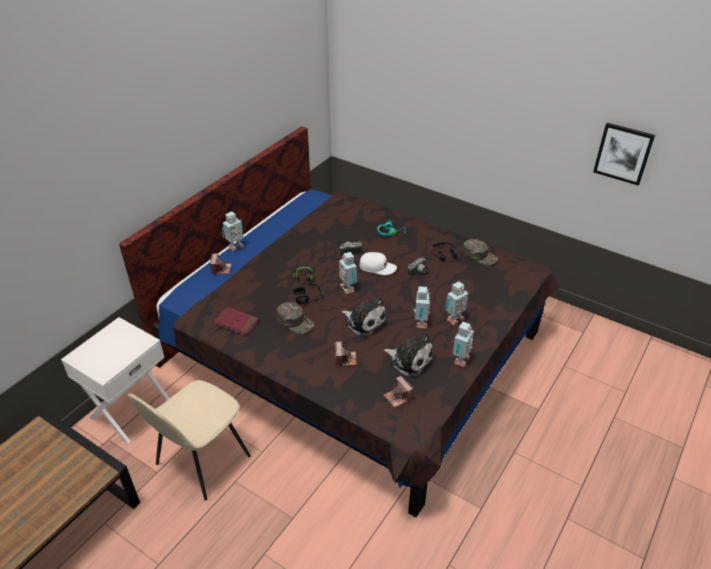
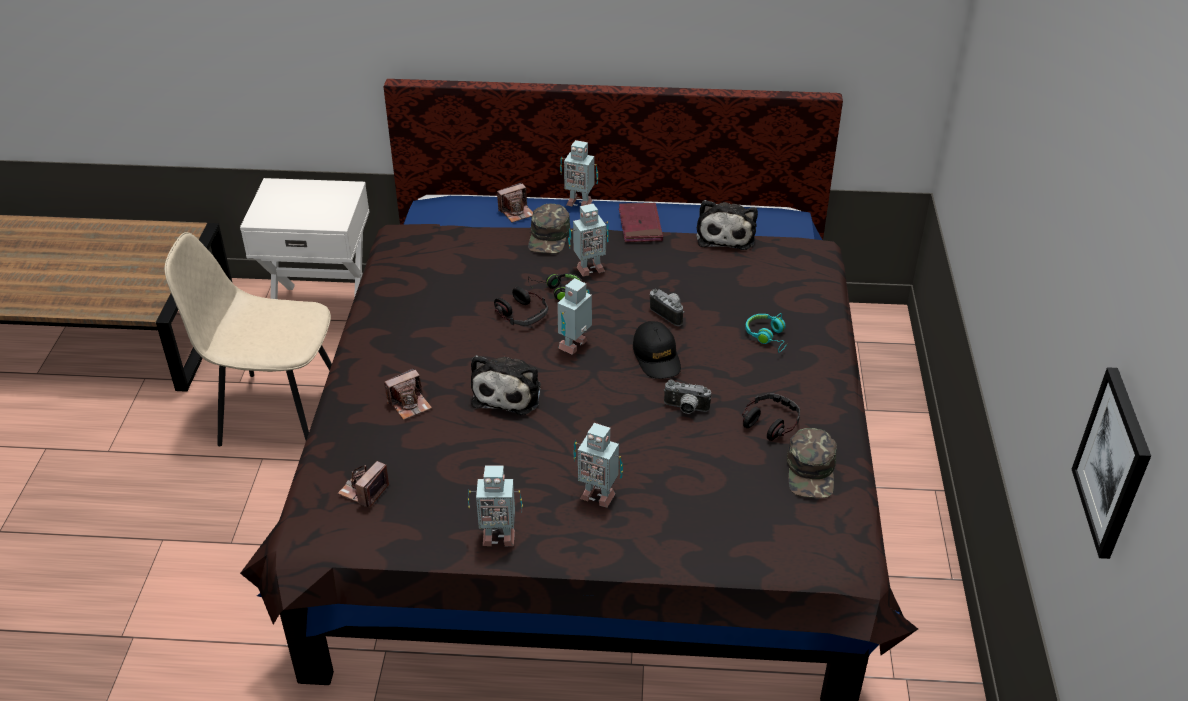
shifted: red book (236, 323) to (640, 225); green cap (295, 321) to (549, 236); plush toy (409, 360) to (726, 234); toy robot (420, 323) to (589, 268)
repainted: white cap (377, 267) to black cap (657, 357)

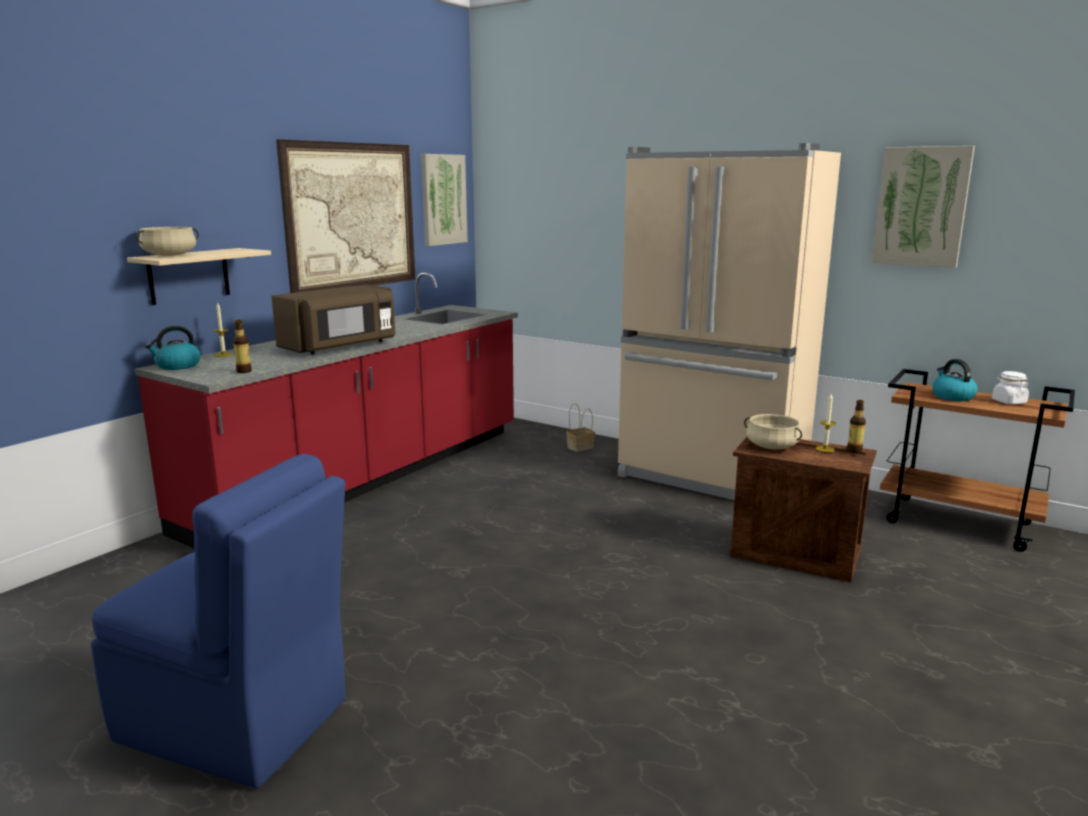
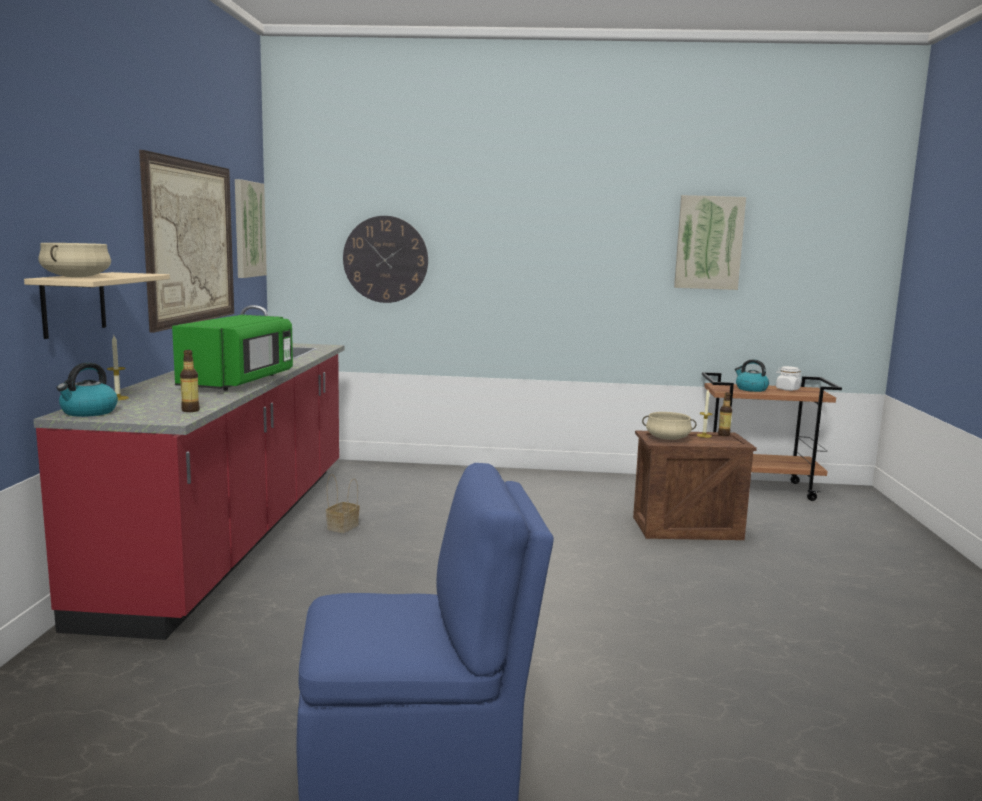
gone: beige fridge (711, 478)
new: wall clock (385, 259)
shifted: basket (580, 447) to (343, 526)
repainted: brown microwave (340, 346) to green microwave (239, 382)

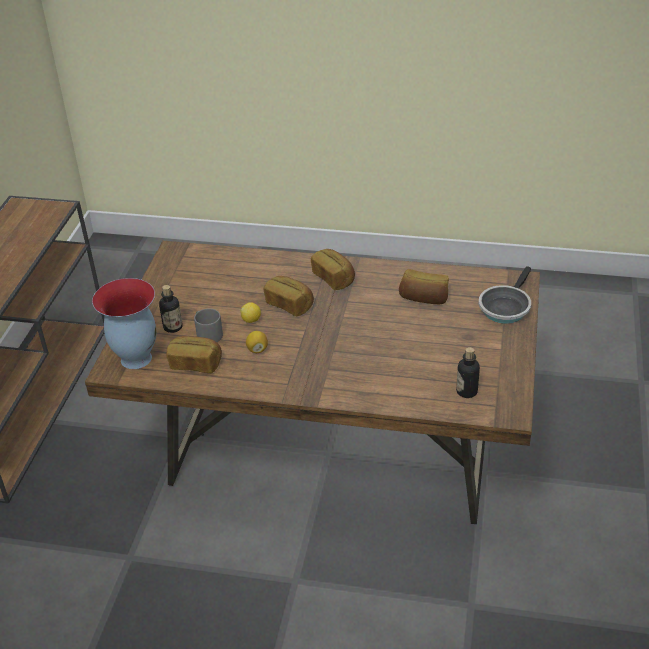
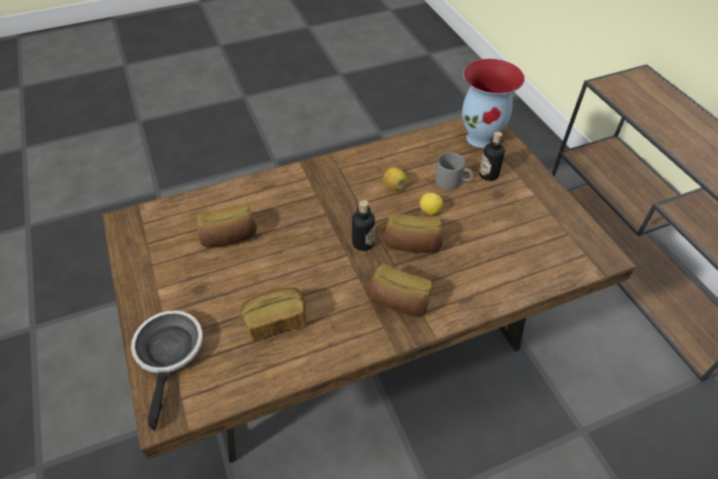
shifted: bread (195, 364) to (229, 237); bottle (466, 391) to (363, 243)

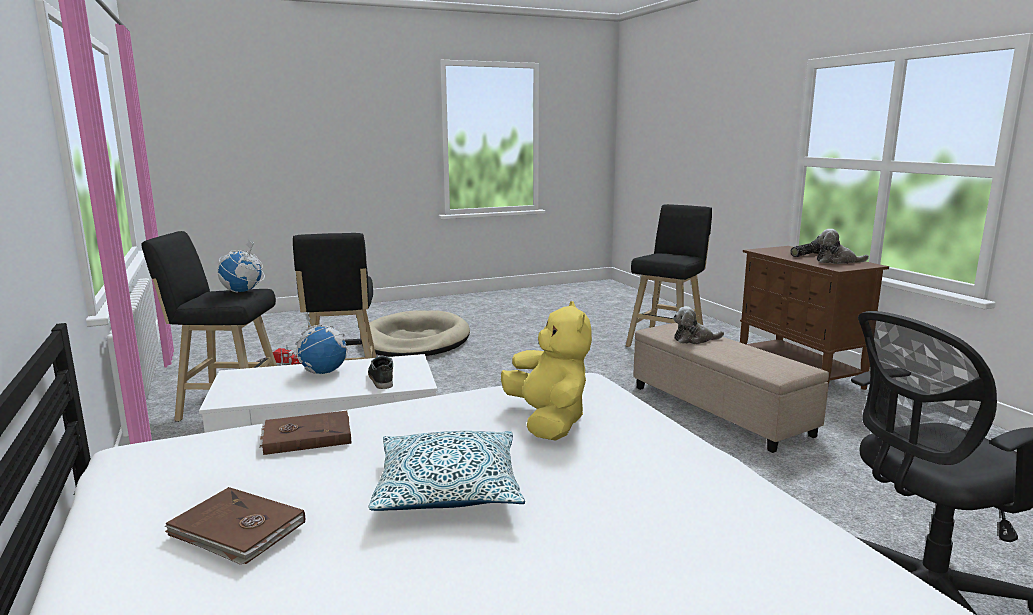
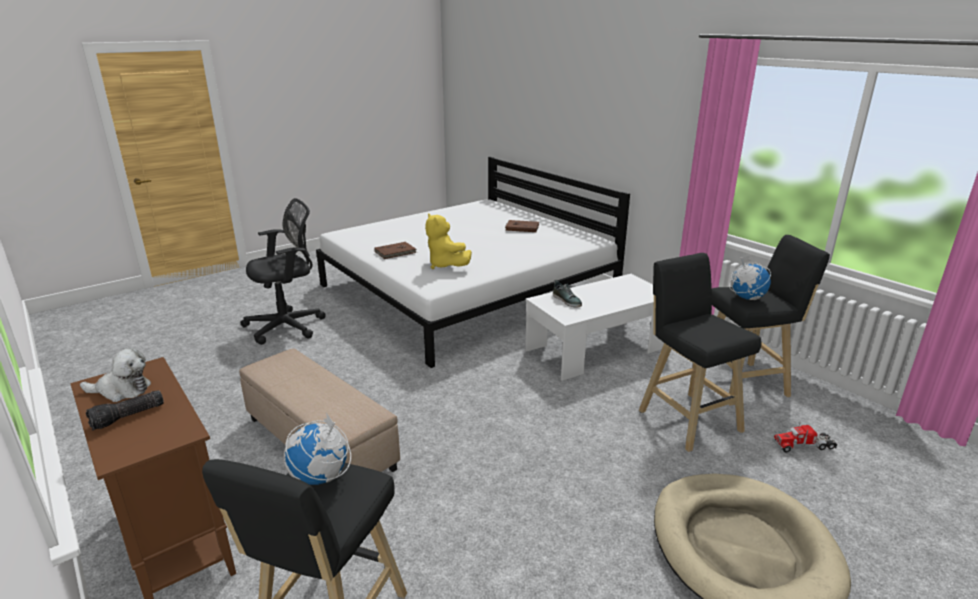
gone: pillow (448, 488); plush toy (694, 340)
shifted: brown book (306, 436) to (396, 252); globe (323, 372) to (320, 478)

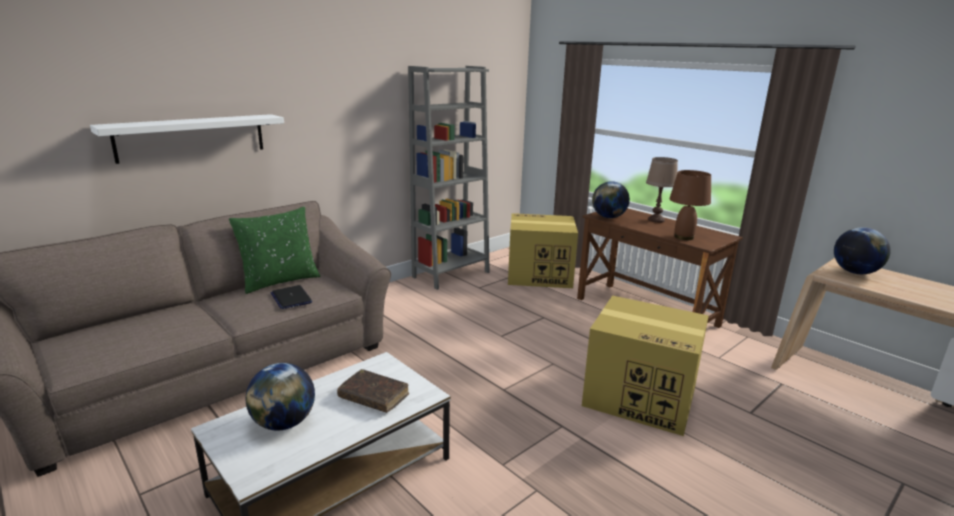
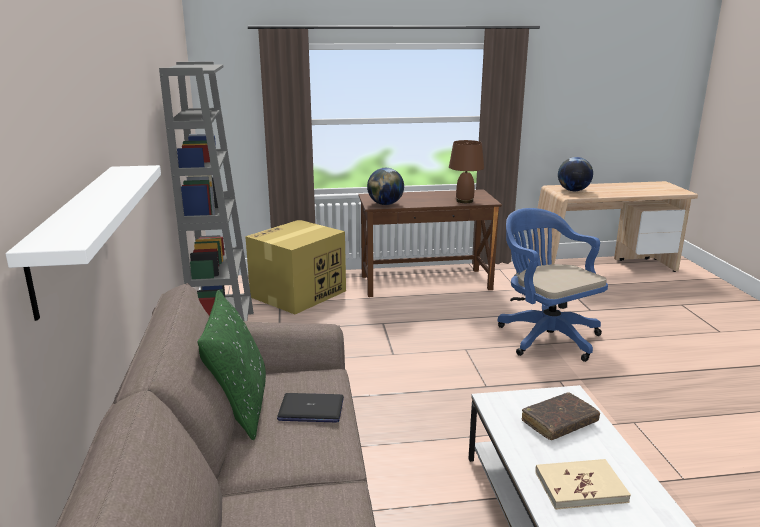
gone: brown table lamp (656, 220)
swapped: globe (284, 423) to beige book (580, 486); cardboard box (641, 397) to blue office chair (545, 336)

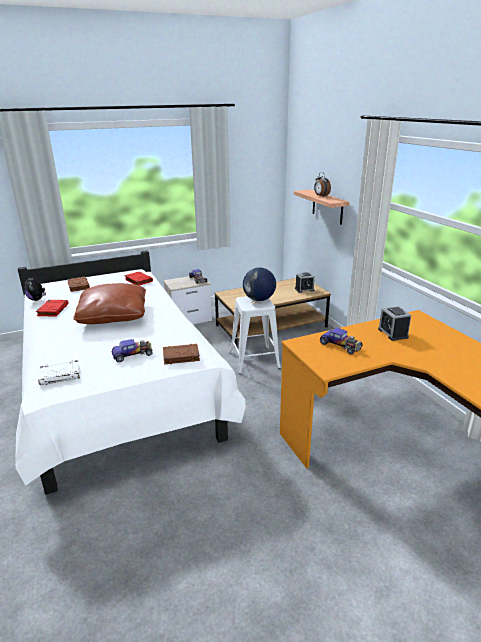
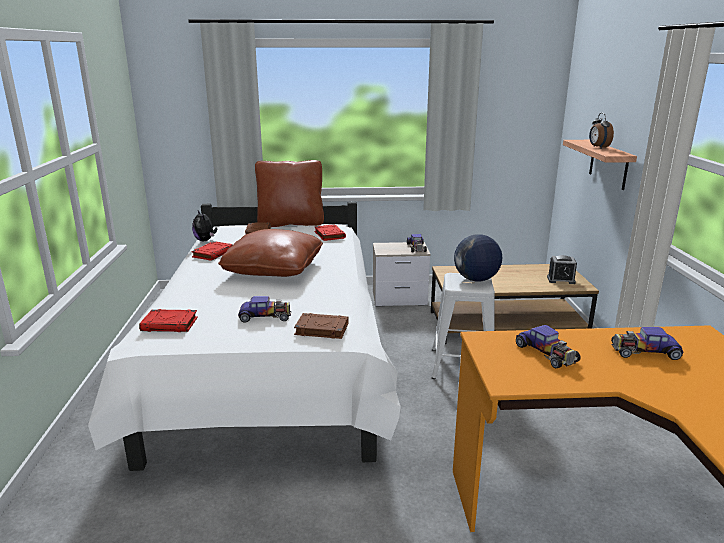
new: brown pillow (291, 223)
swapped: alarm clock (392, 333) to toy car (644, 351)
repainted: white book (60, 375) to red book (170, 324)

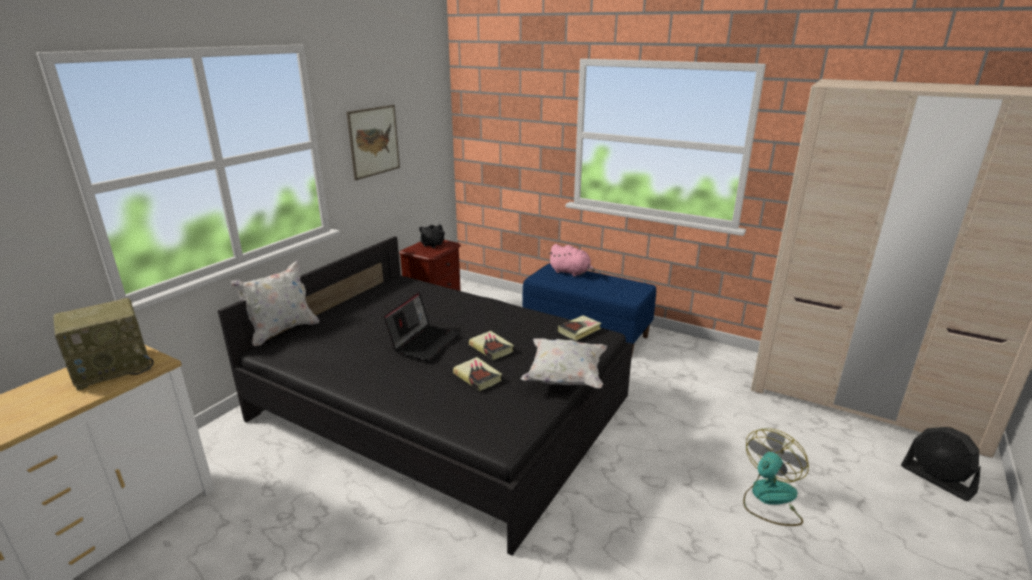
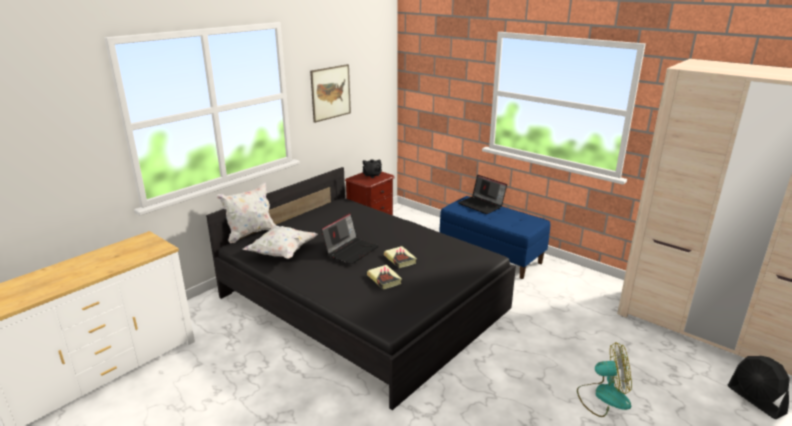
gone: radio (114, 368); book (579, 330)
shifted: white pillow (565, 377) to (282, 253)
swapped: pink plush toy (571, 272) to laptop (482, 205)
rotated: fan (769, 499) = (603, 396) 45 degrees clockwise

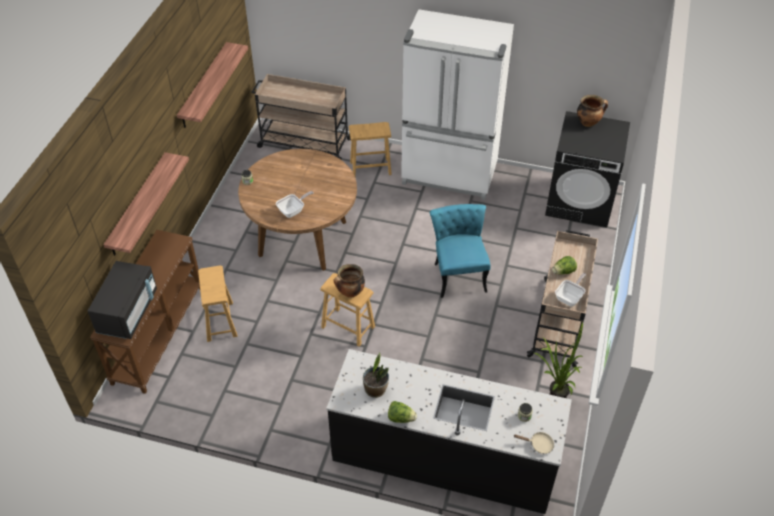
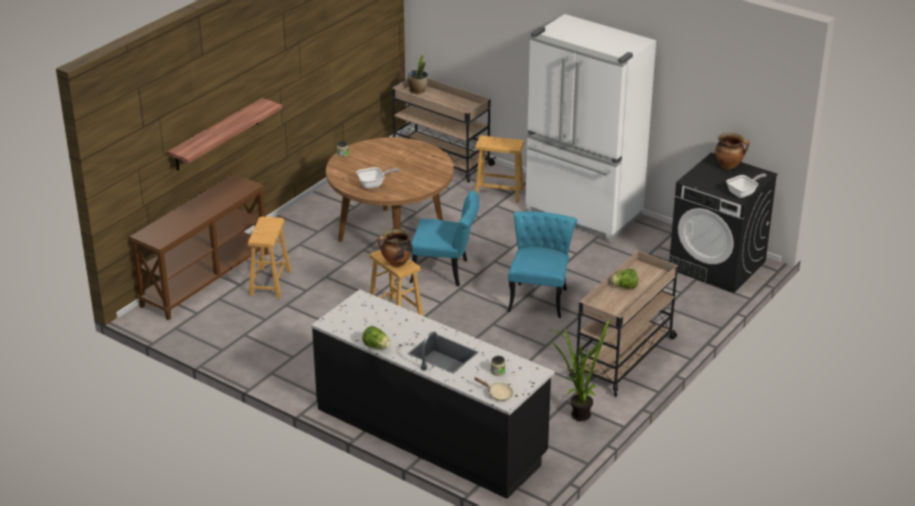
gone: black microwave (128, 312); shelf (204, 86)
new: turquoise chair (446, 271)
shifted: potted plant (376, 389) to (417, 91); frying pan (570, 297) to (743, 193)

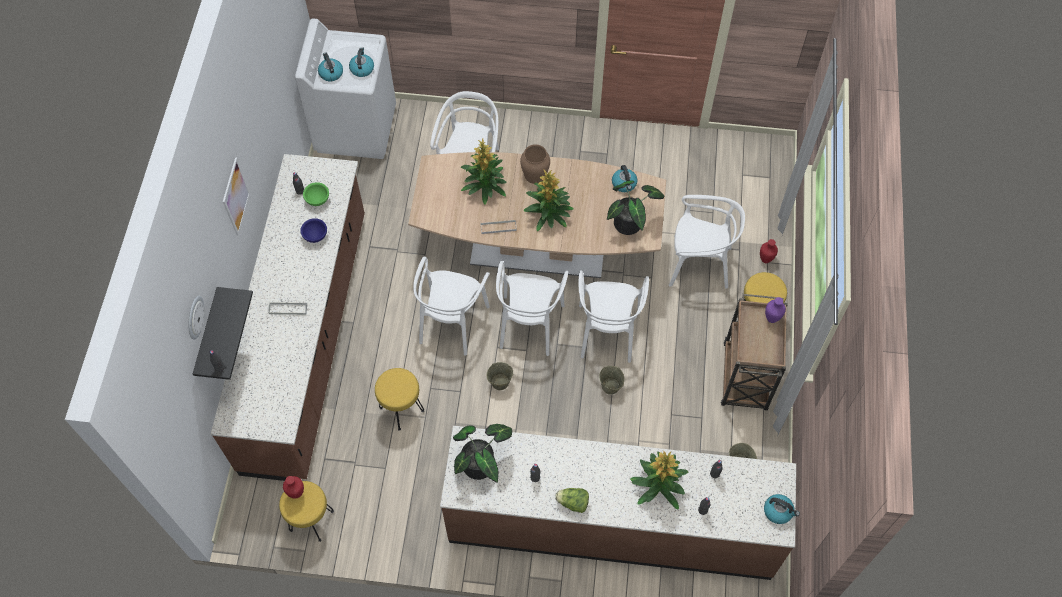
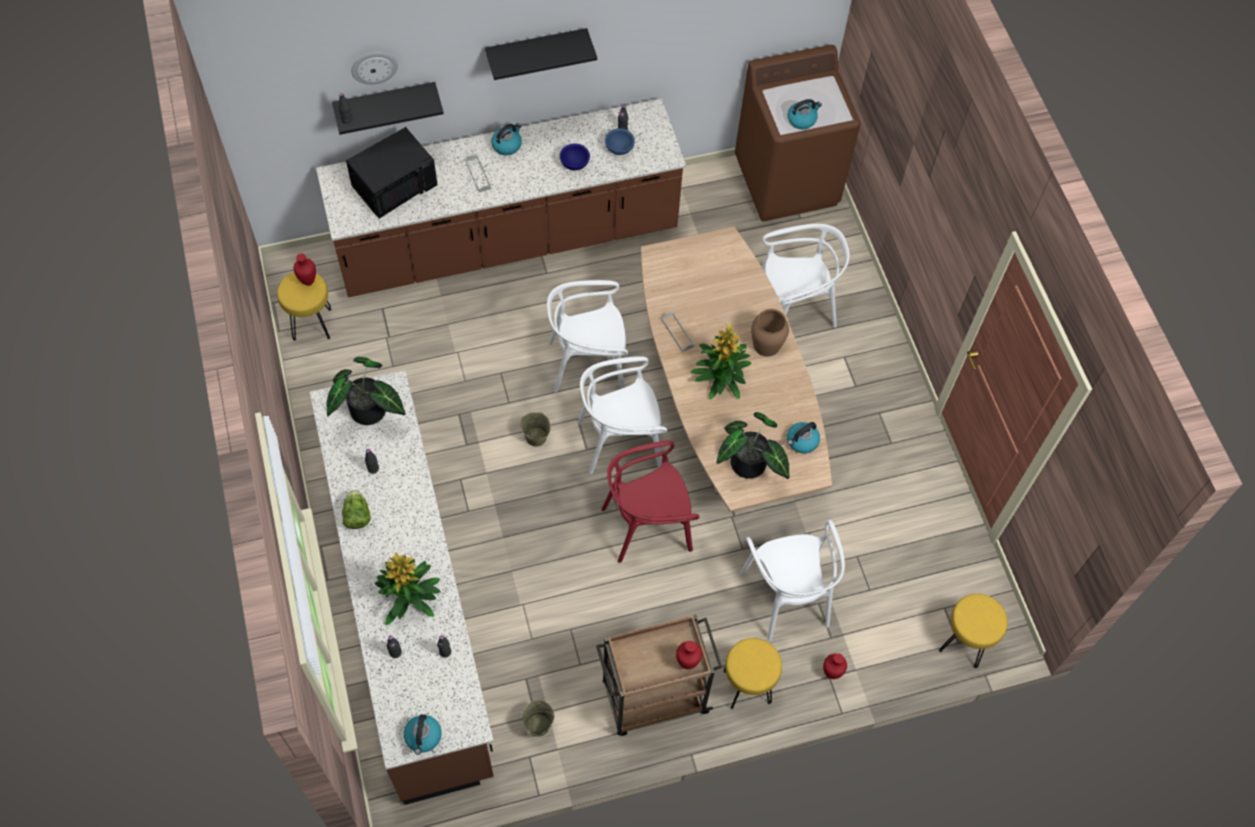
gone: potted plant (484, 185); beige bucket (610, 386)
new: black microwave (394, 185)
shifted: kettle (331, 73) to (507, 145); yellow stool (401, 409) to (964, 642)
swapped: picture (236, 196) to black shelf (536, 50)
repainted: white washing machine (356, 128) to brown washing machine (787, 181); green bowl (318, 200) to blue bowl (619, 149); white chair (607, 332) to red chair (647, 525); purple vase (772, 319) to red vase (687, 663)

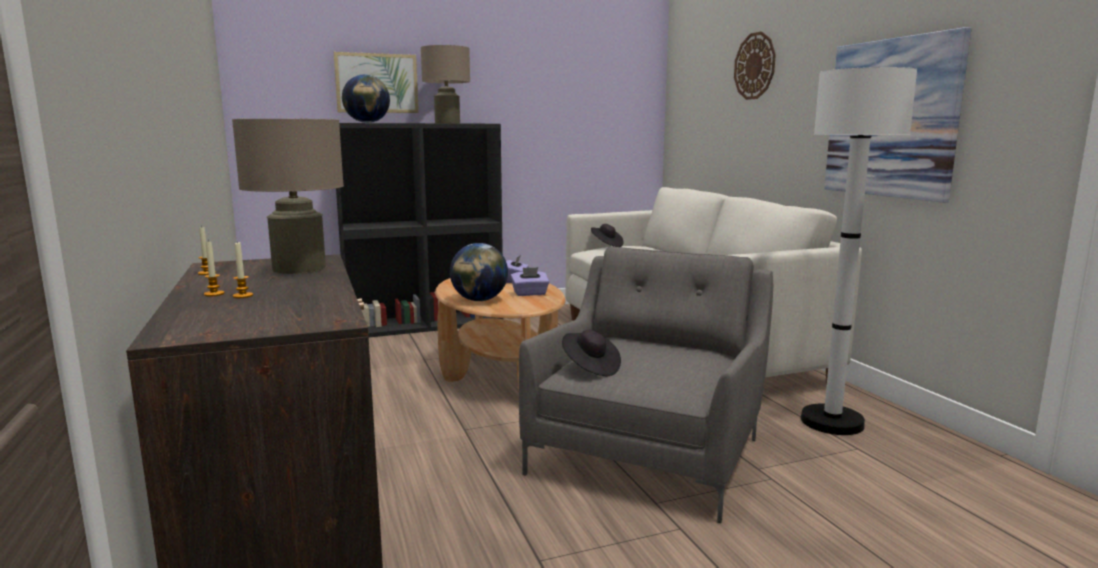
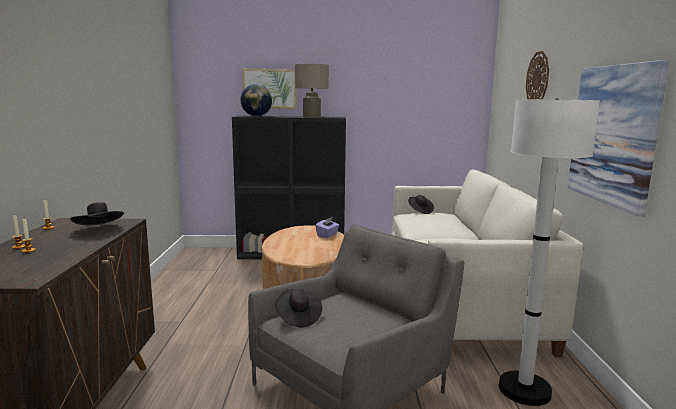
gone: globe (479, 300); purple tissue box (530, 294)
swapped: beige table lamp (299, 268) to black hat (99, 229)

